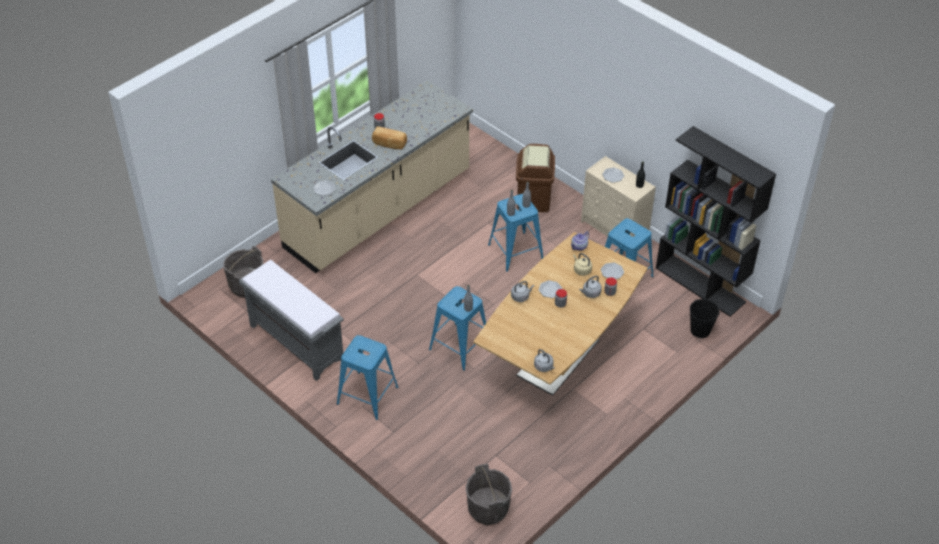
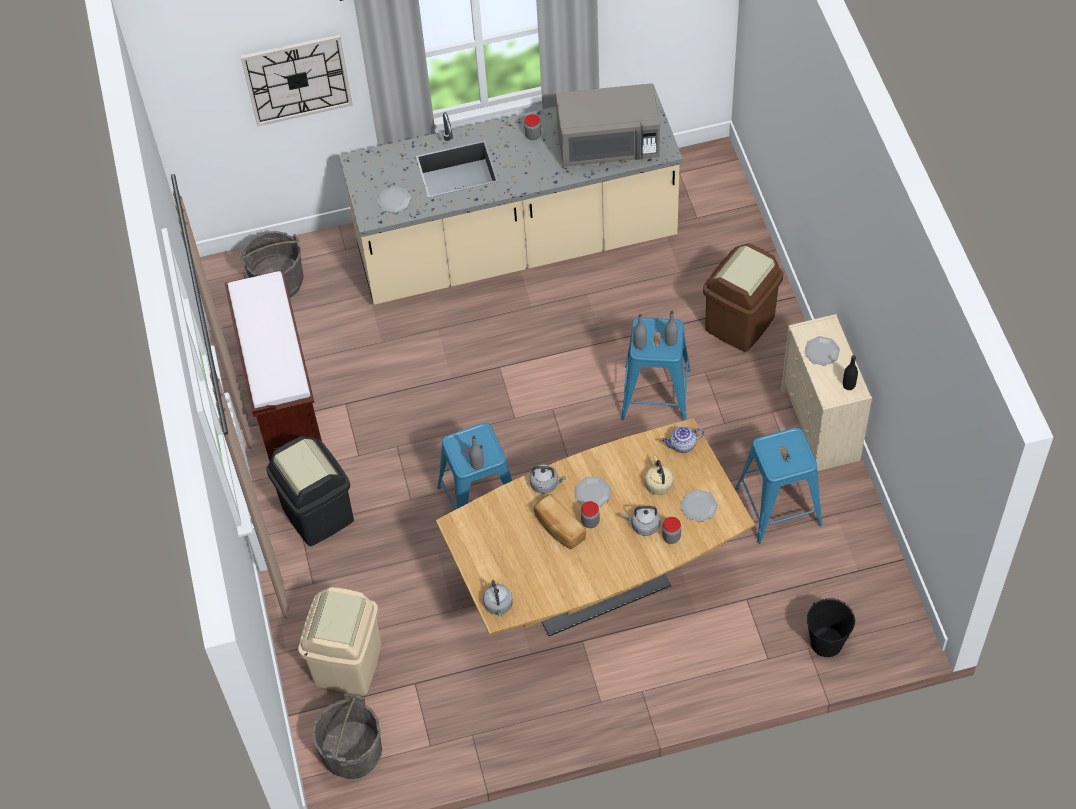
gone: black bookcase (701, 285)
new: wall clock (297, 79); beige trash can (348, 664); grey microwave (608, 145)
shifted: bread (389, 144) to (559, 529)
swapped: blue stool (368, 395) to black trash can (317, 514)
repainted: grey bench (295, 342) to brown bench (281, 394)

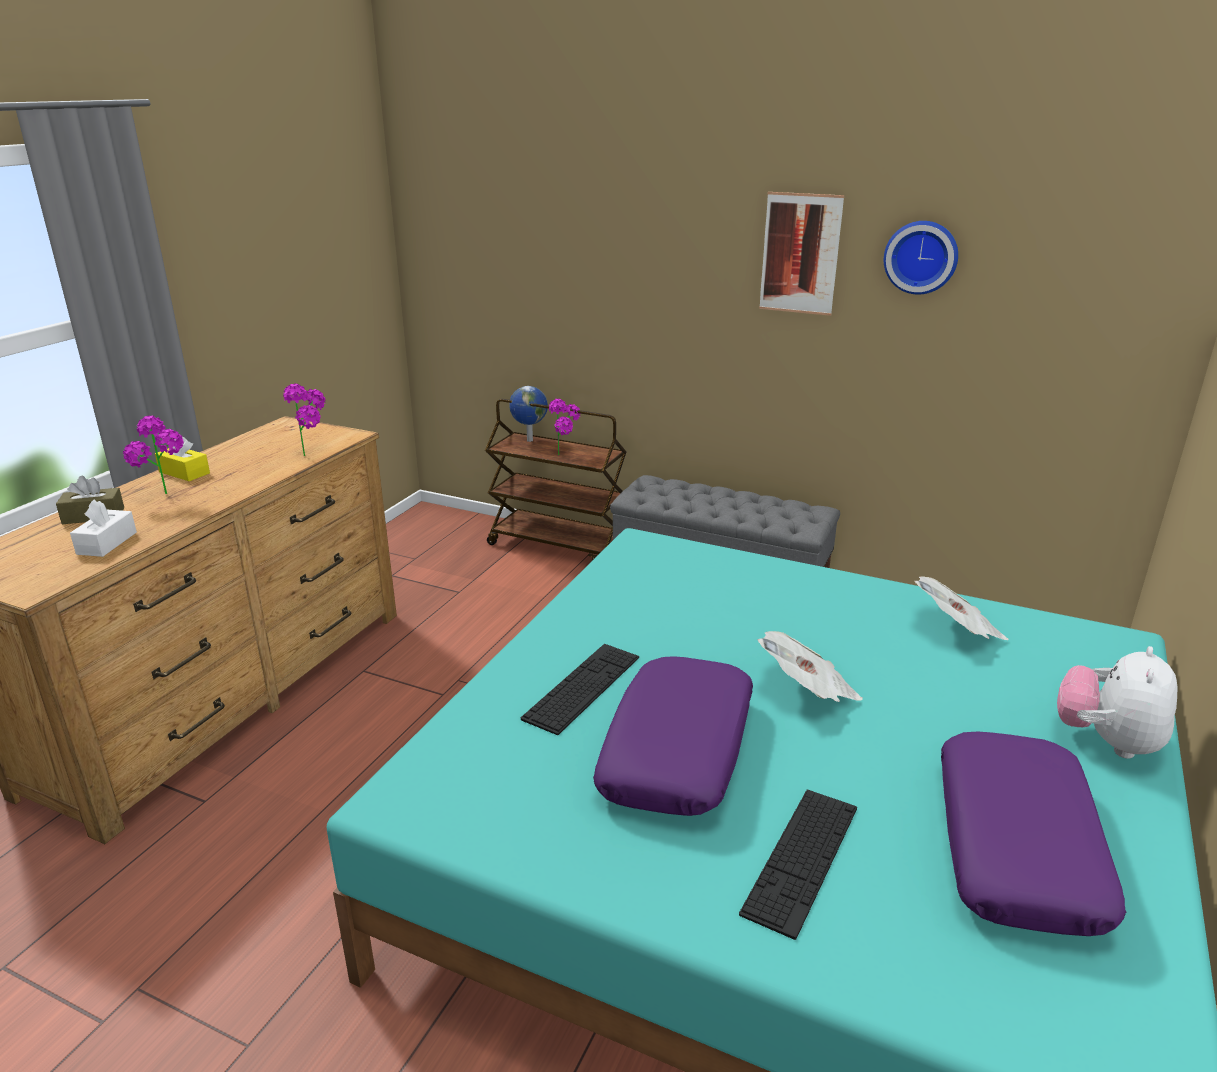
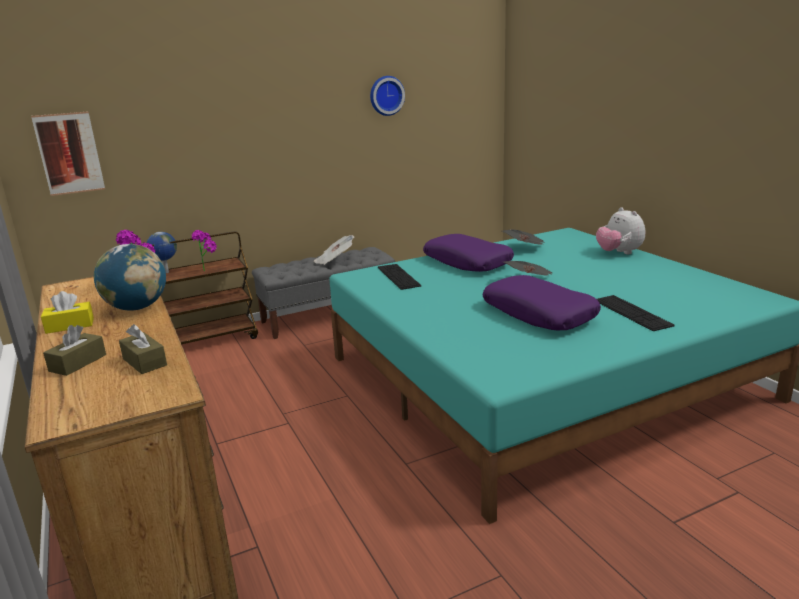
gone: potted plant (167, 497)
new: globe (137, 308); newspaper (334, 261)
shifted: keyboard (582, 687) to (398, 276); picture (800, 254) to (69, 153); purple pillow (1018, 847) to (467, 262)
repainted: white tissue box (107, 543) to brown tissue box (144, 362)

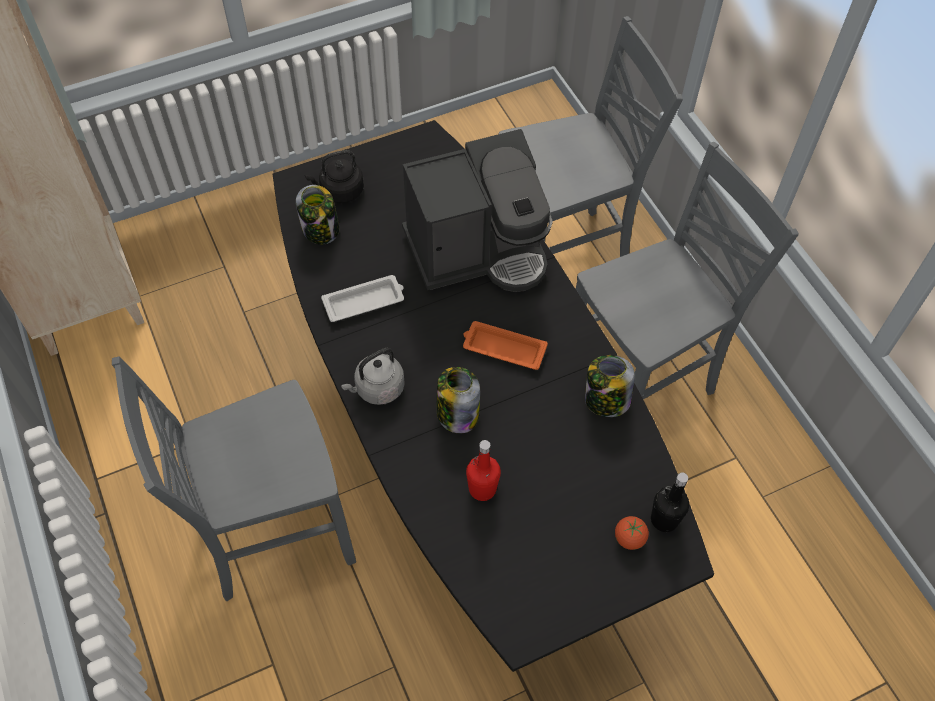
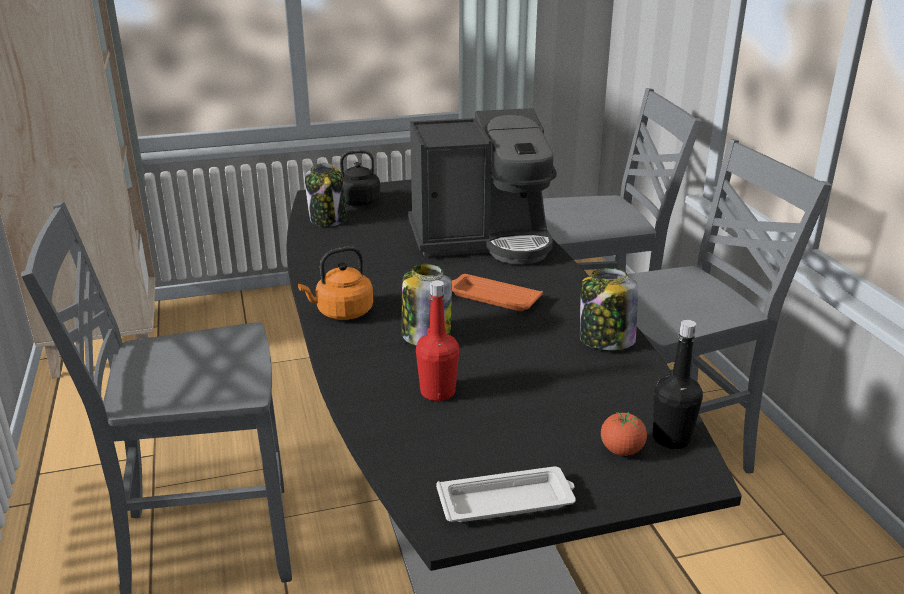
shifted: white tray (365, 301) to (508, 502)
repainted: grey kettle (377, 389) to orange kettle (342, 313)

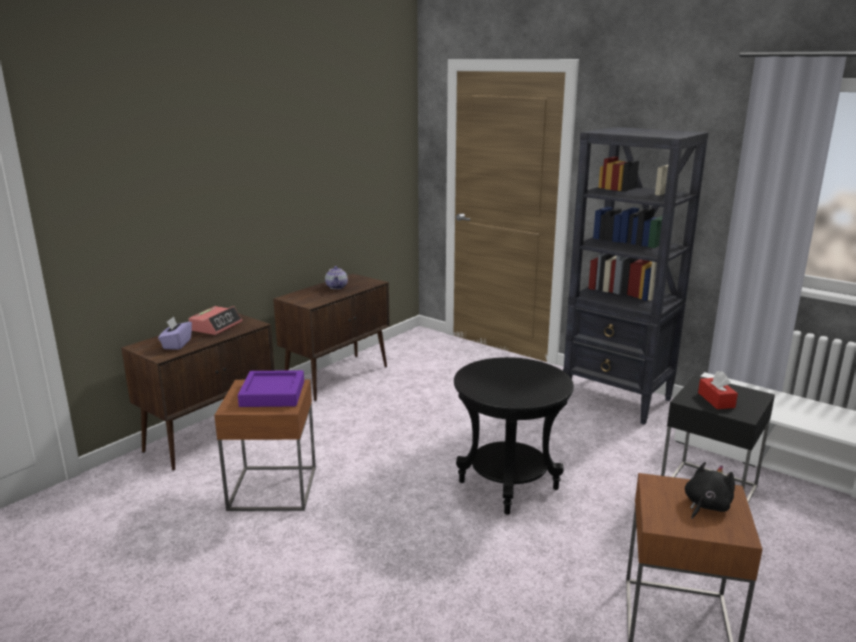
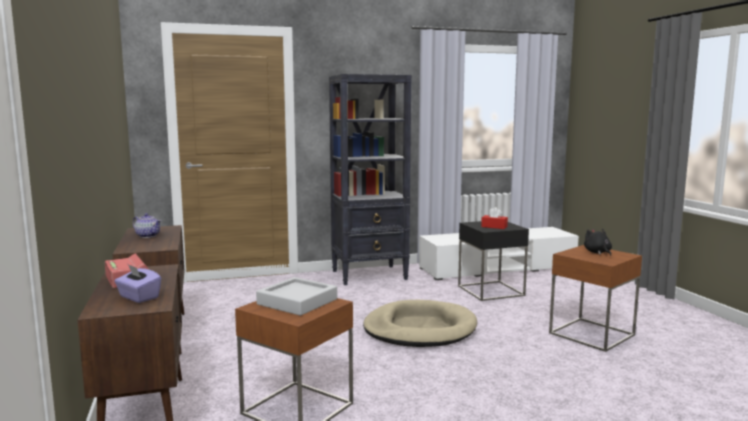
swapped: black side table (508, 485) to beige dog bed (419, 329)
repainted: purple tray (272, 394) to grey tray (297, 302)

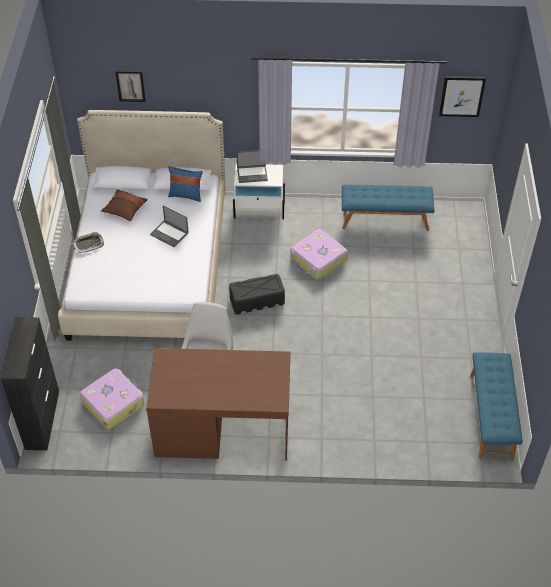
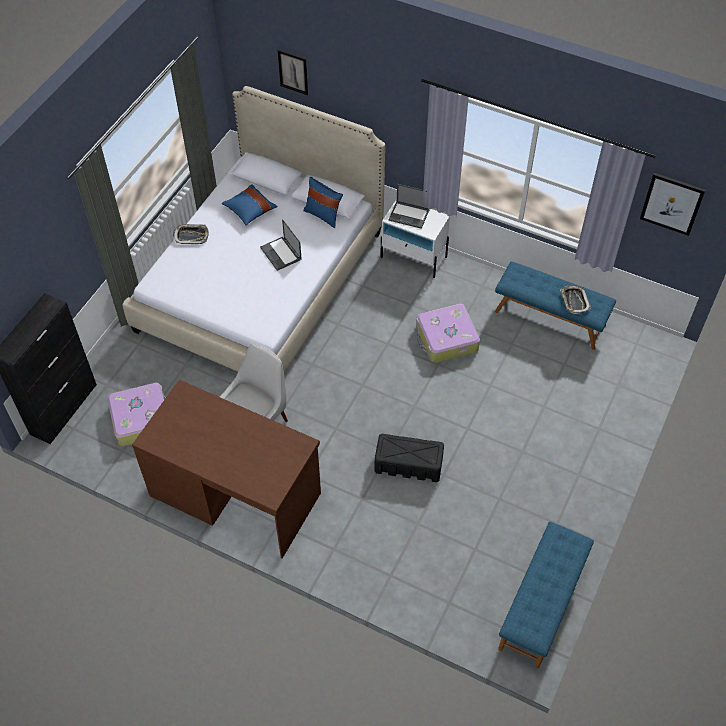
new: tray (574, 301)
shifted: black storage box (256, 301) to (408, 464)
repainted: brown pillow (124, 210) to blue pillow (250, 210)

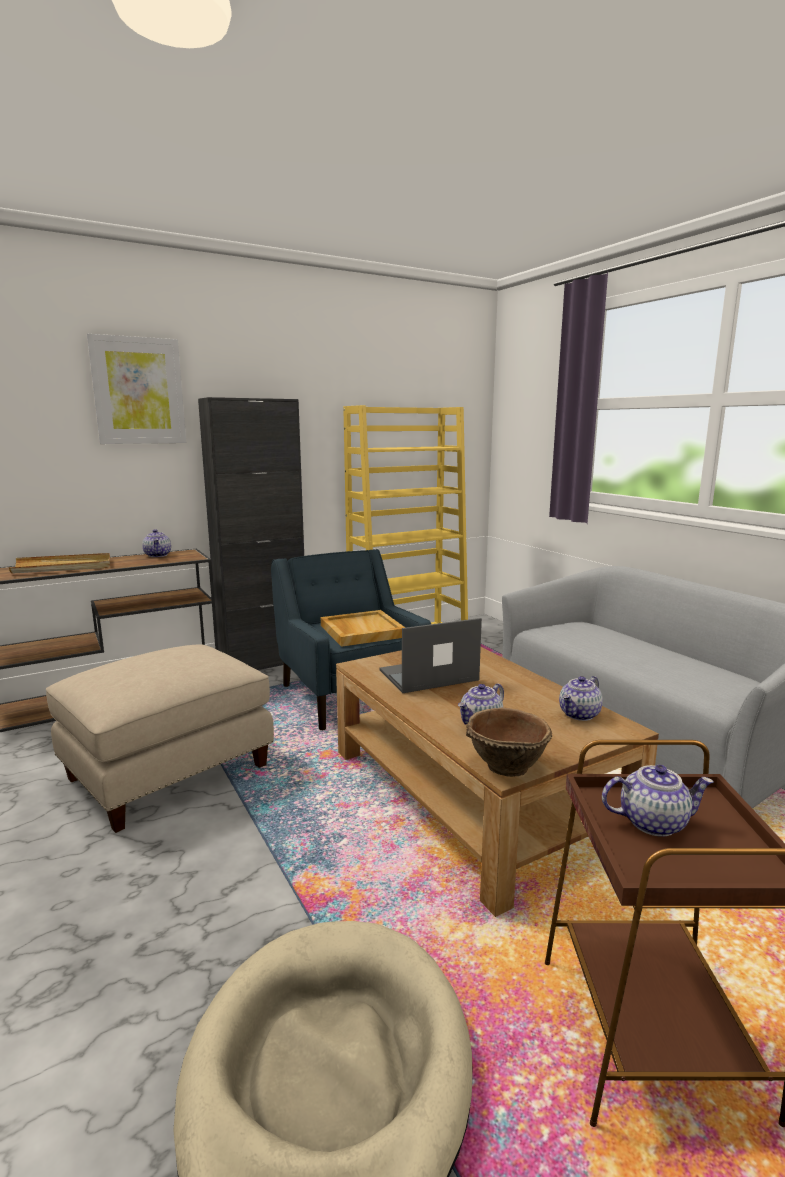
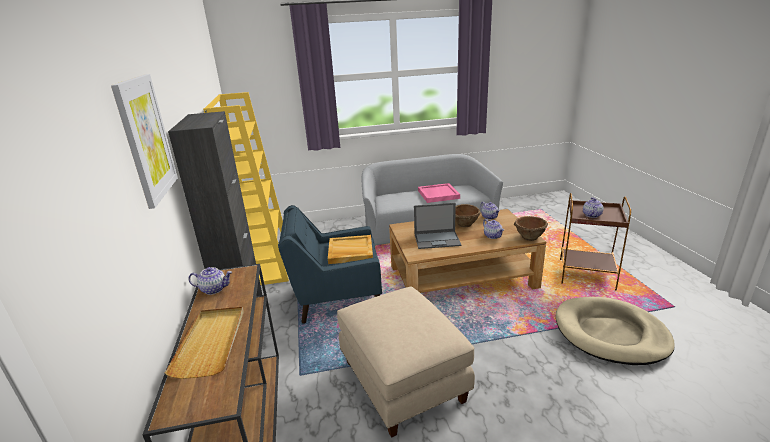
new: pink tray (438, 194); brown bowl (465, 224)
rotated: laptop (427, 675) = (437, 240) 90 degrees counterclockwise

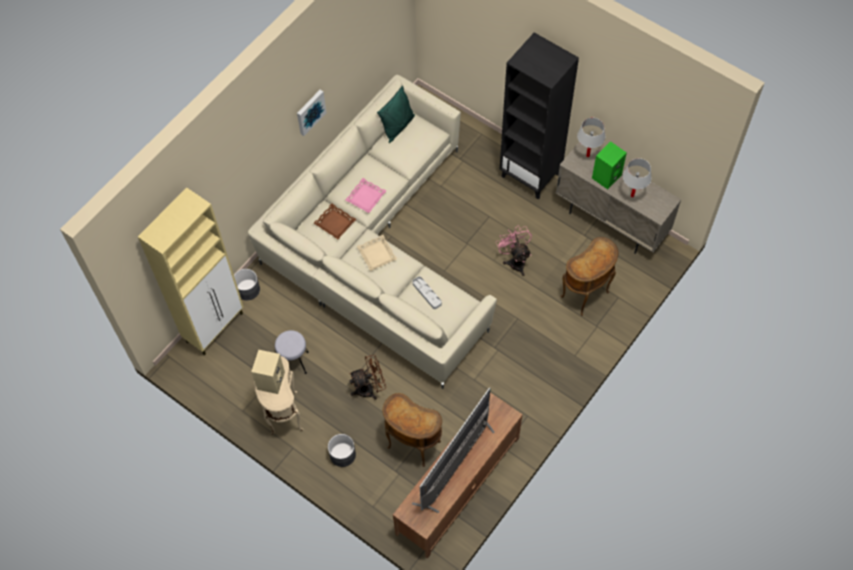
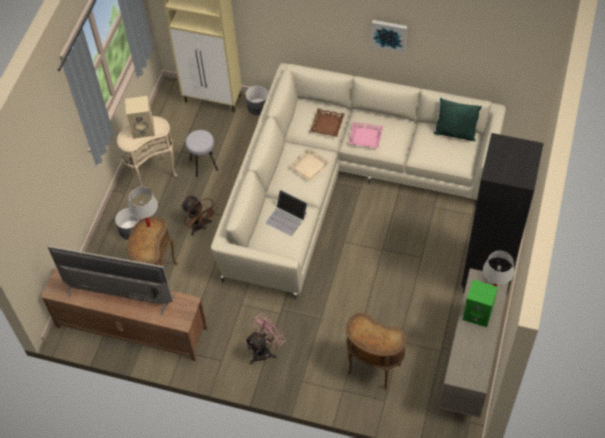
shifted: pink fan (515, 260) to (265, 350); white table lamp (632, 196) to (148, 225)
swapped: grey tray (427, 293) to laptop (287, 218)

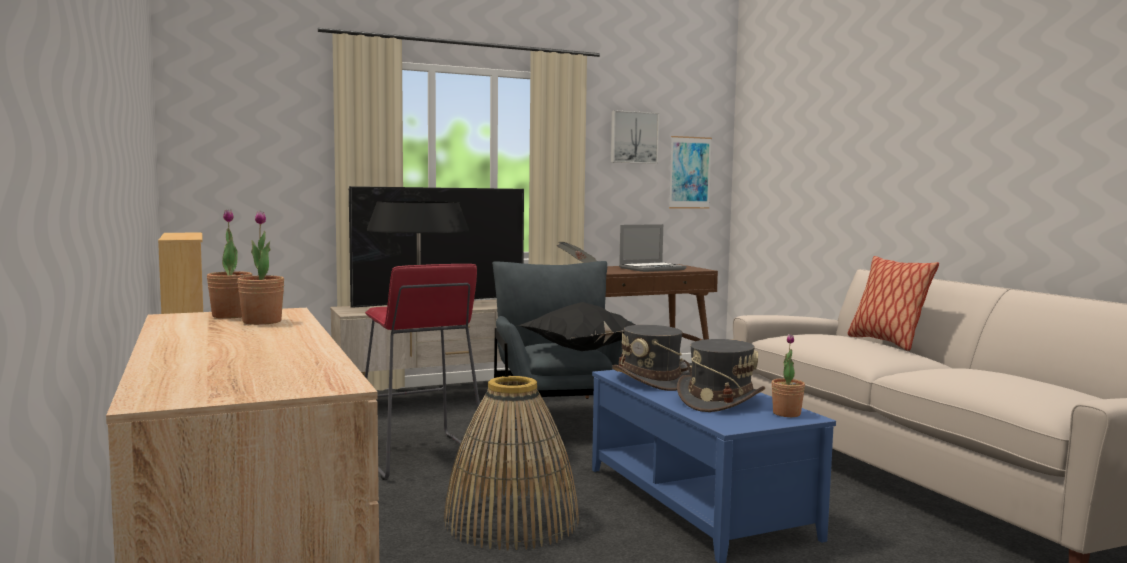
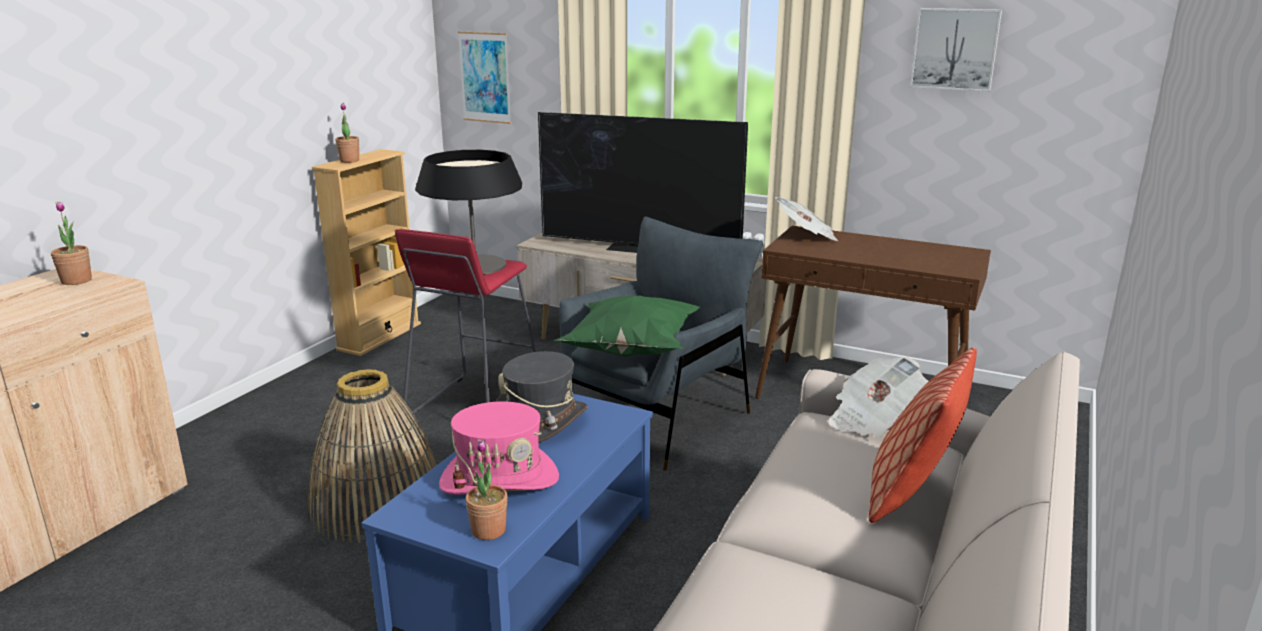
gone: laptop (652, 268)
new: newspaper (874, 419)
shifted: potted plant (262, 322) to (349, 161); picture (690, 172) to (485, 77)
repainted: black pillow (579, 351) to green pillow (630, 351); grey hat (720, 401) to pink hat (499, 479)

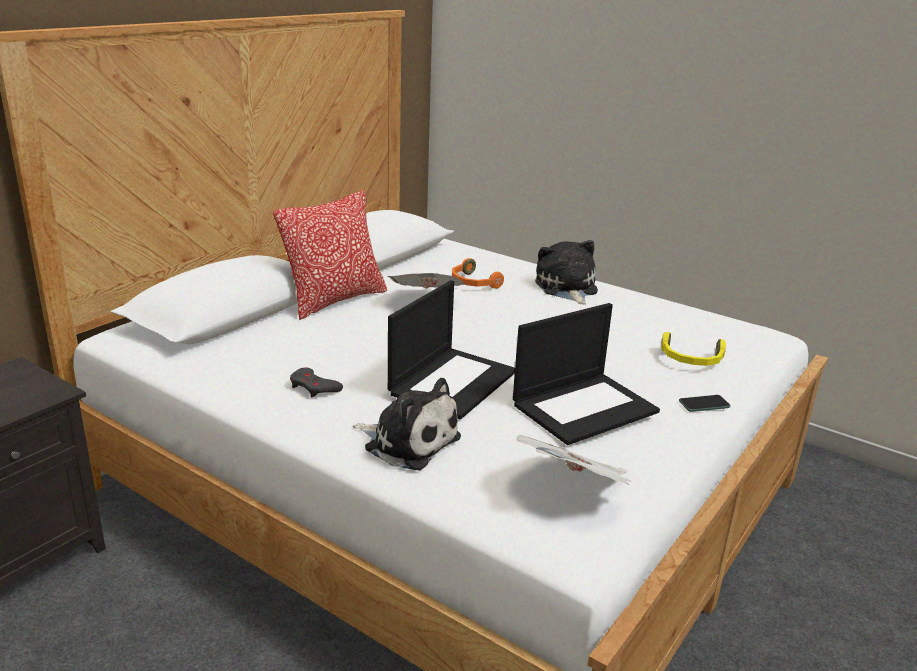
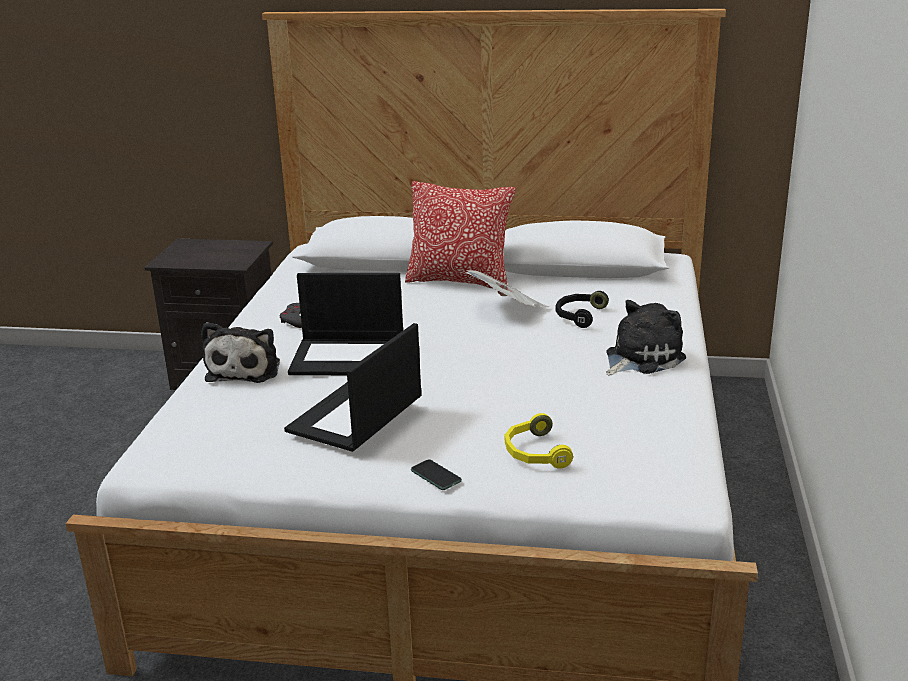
gone: newspaper (575, 486)
repainted: orange headphones (472, 283) to black headphones (578, 315)
rotated: laptop (585, 407) = (355, 416) 90 degrees clockwise

